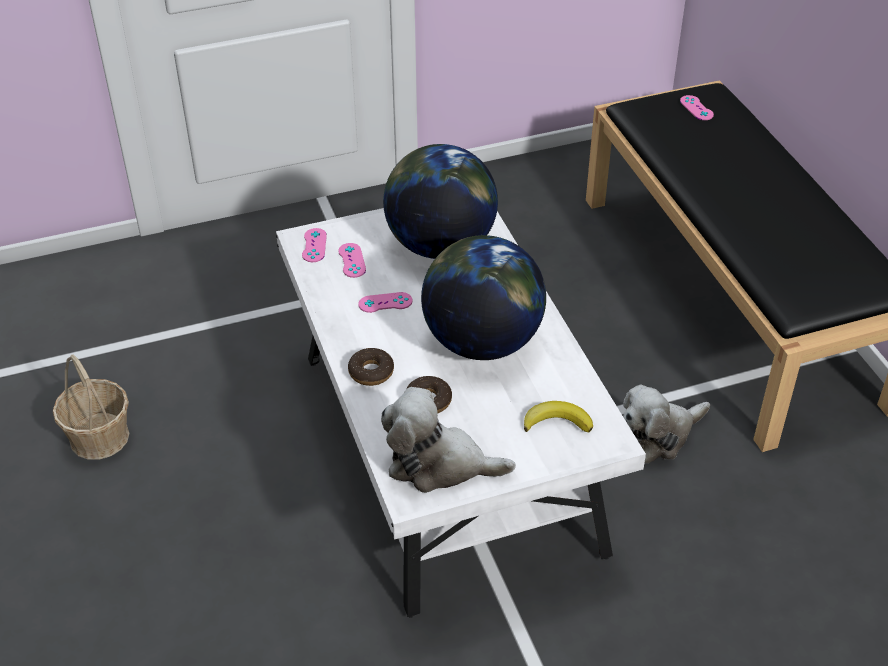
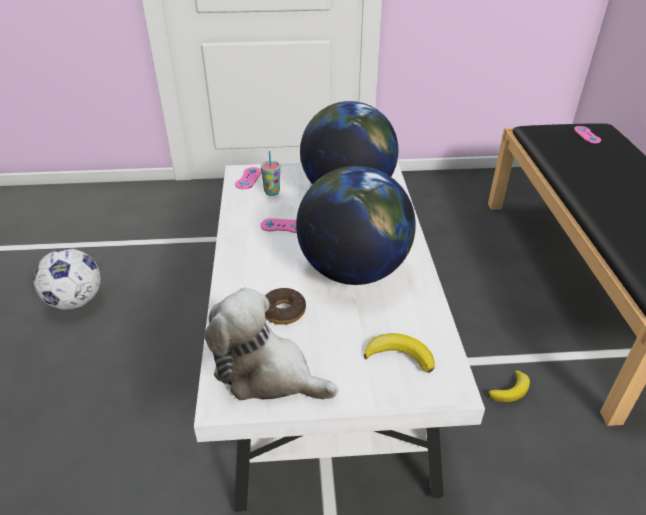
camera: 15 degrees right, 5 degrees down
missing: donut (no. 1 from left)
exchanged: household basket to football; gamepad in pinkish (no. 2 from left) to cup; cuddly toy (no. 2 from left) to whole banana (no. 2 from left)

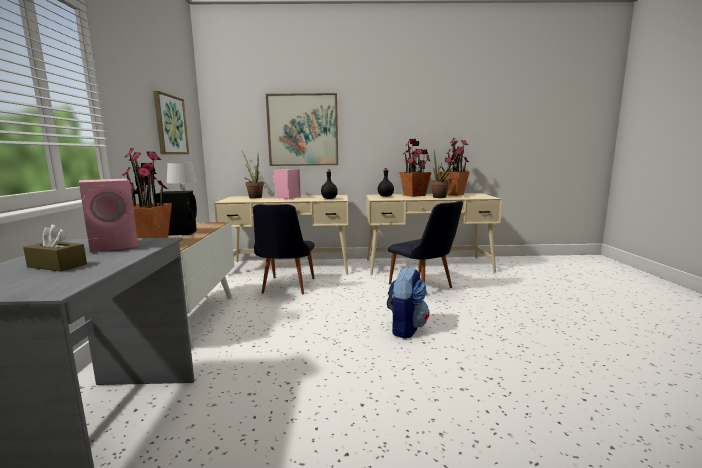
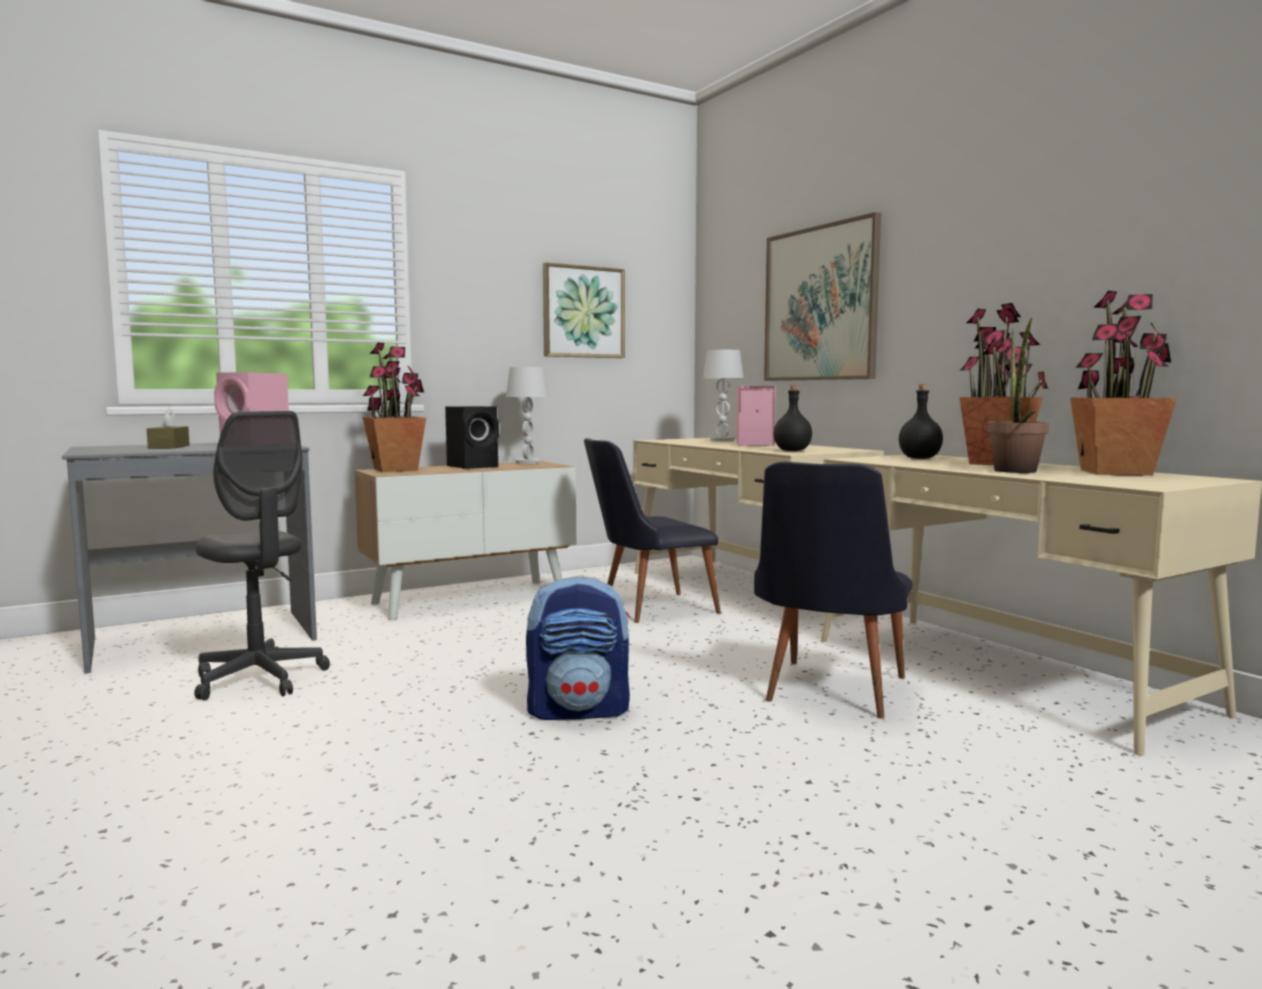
camera: 60 degrees right, 5 degrees down
appeared: computer chair in gray
exchanged: plant in a pot (no. 2 from left) to tabletop lamp in white-coloured (no. 2 from left)

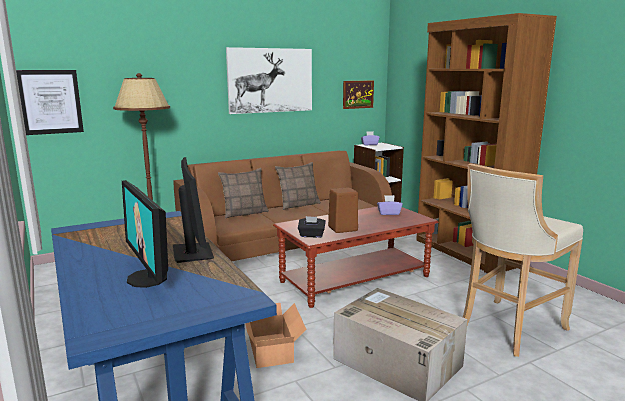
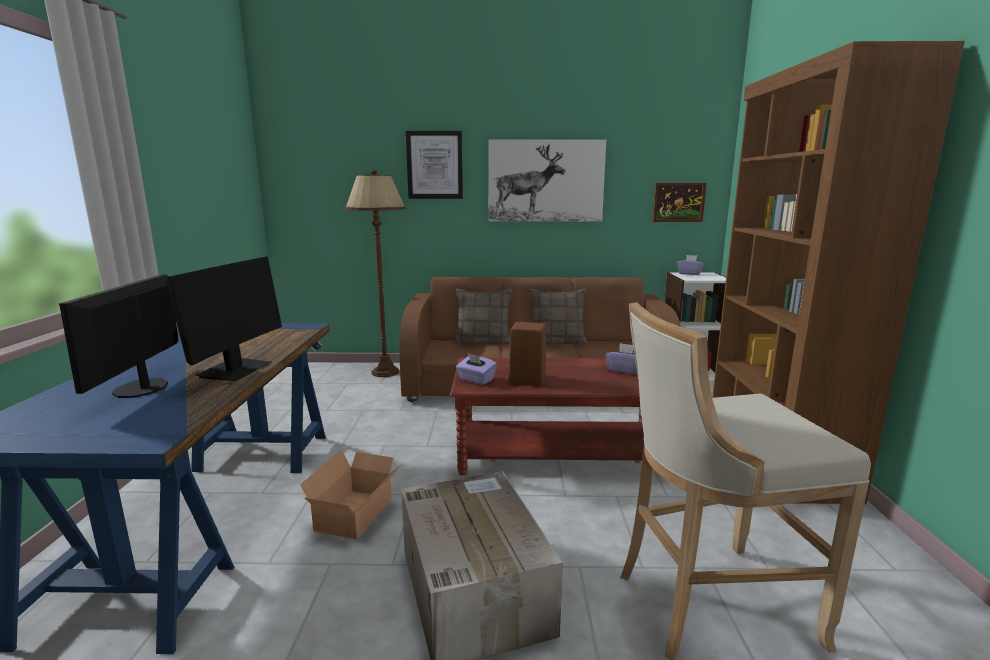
camera: 30 degrees right, 0 degrees up
relocated: picture (no. 1 from left)
colour: box of tissues in black to box of tissues in purplish (no. 1 from left)

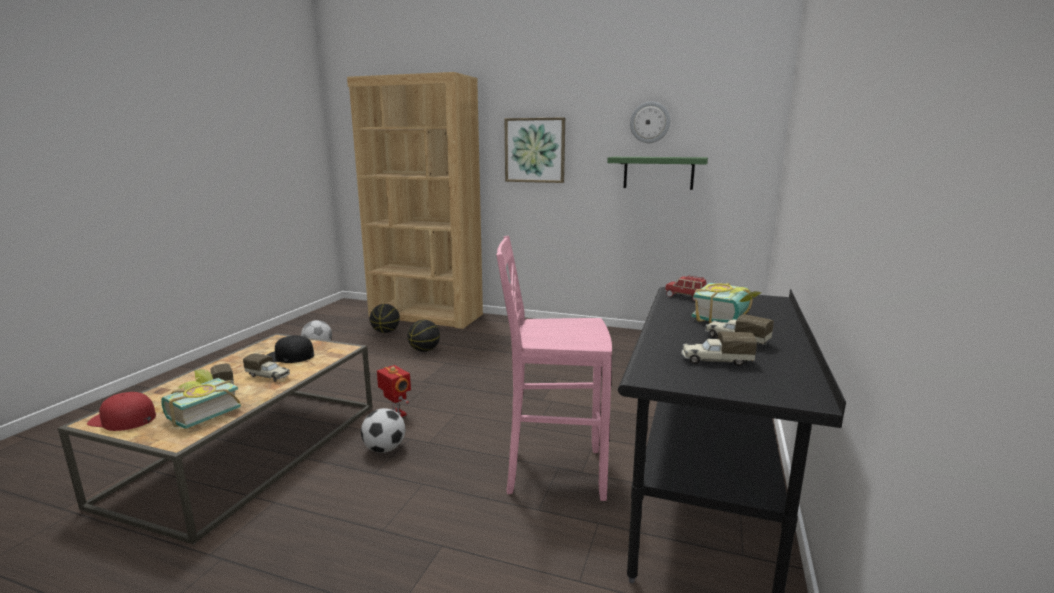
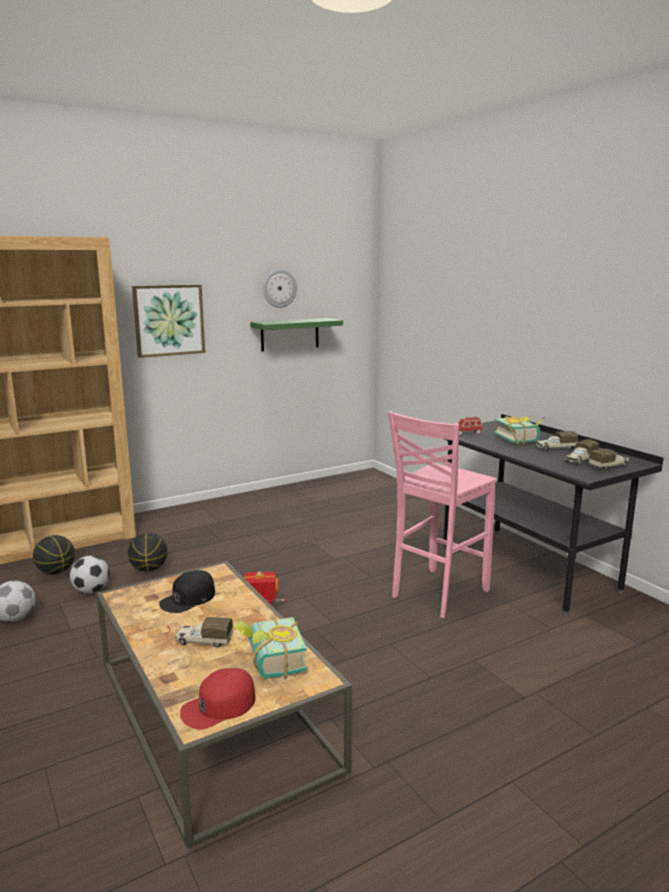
camera: 50 degrees left, 0 degrees up
relocated: toy lorry (no. 2 from left in the first image) to toy lorry (no. 4 from left); football (no. 2 from left)

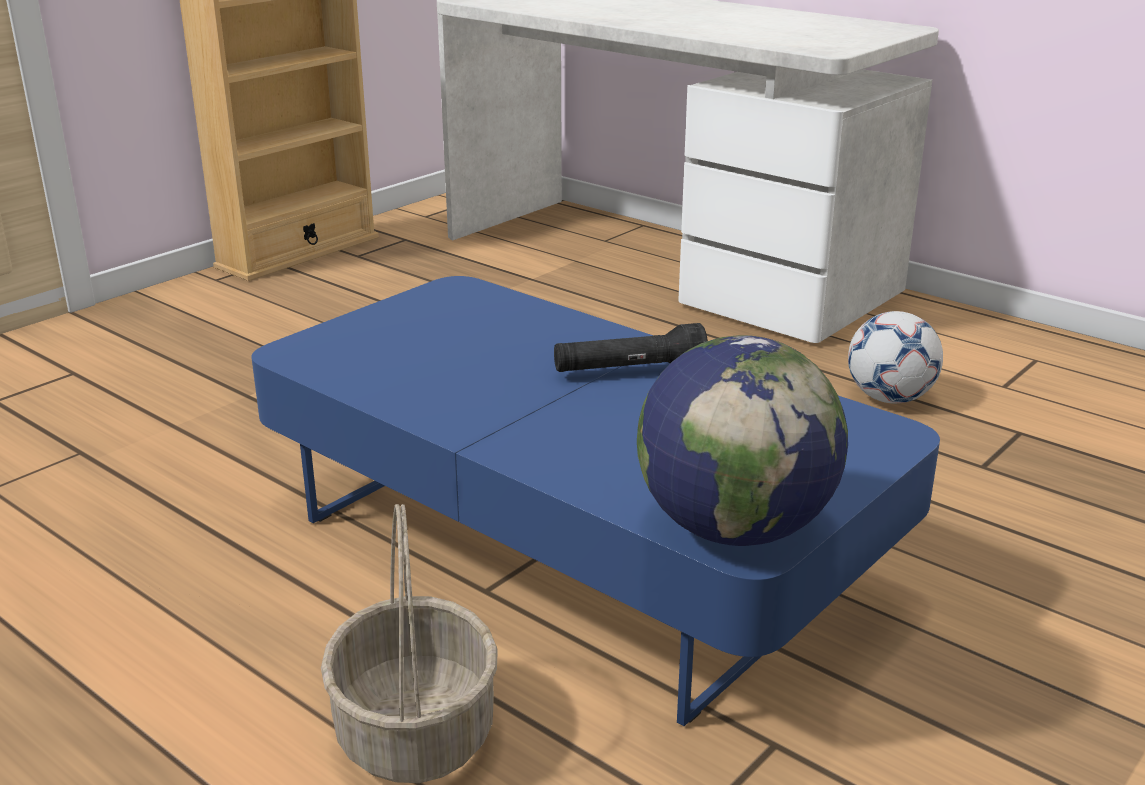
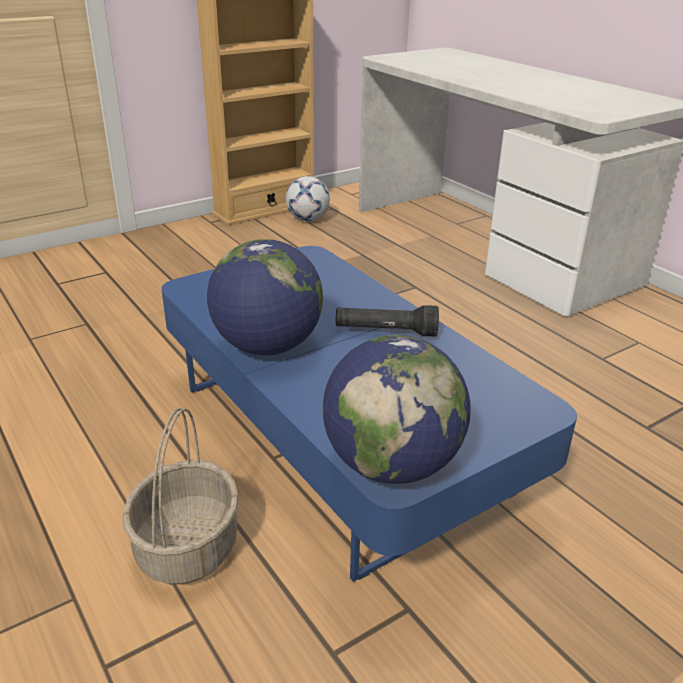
camera: 15 degrees right, 5 degrees up
appeared: globe (no. 1 from left)
relocated: football

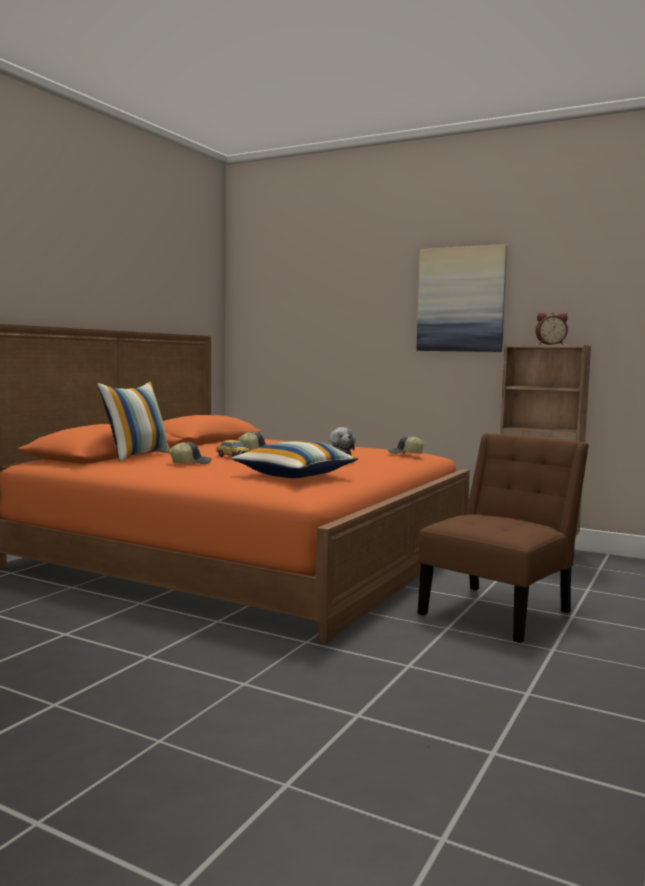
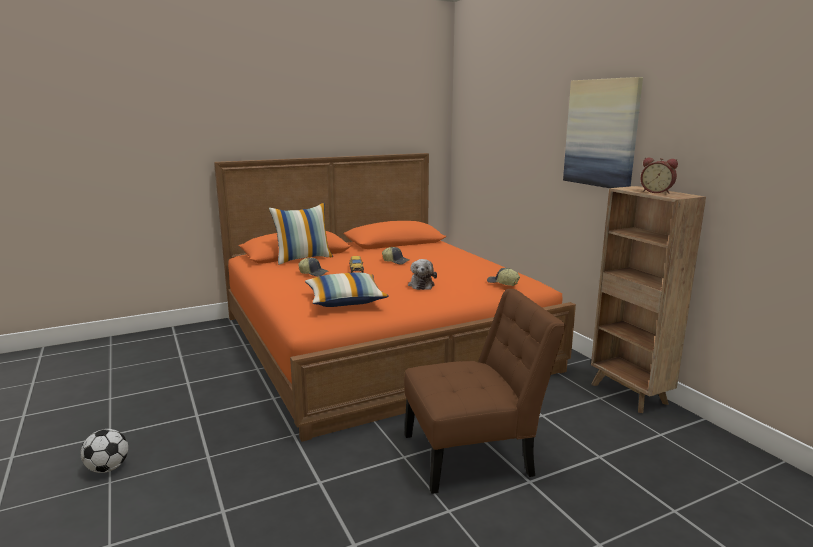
camera: 35 degrees right, 10 degrees up
appeared: football

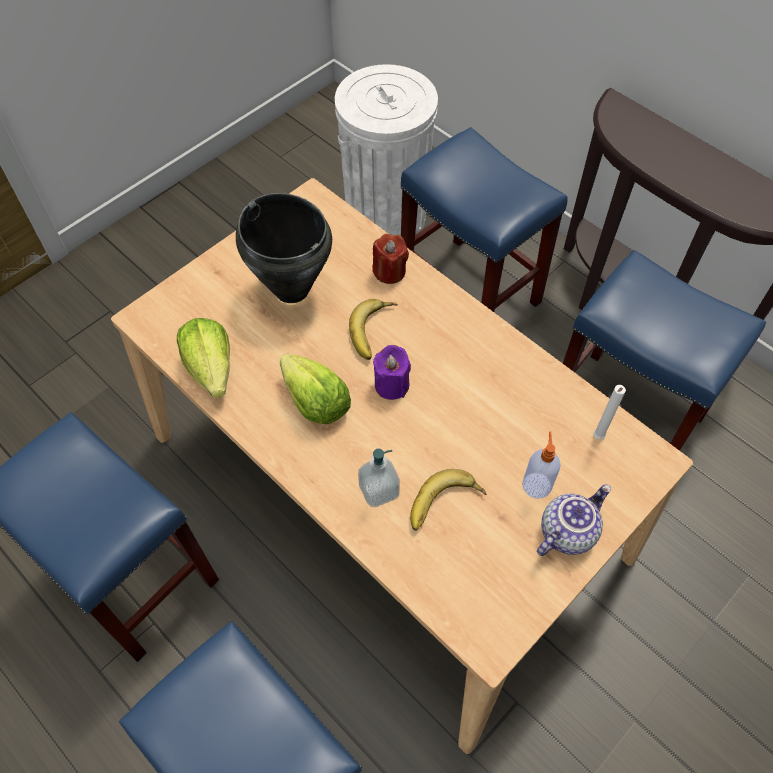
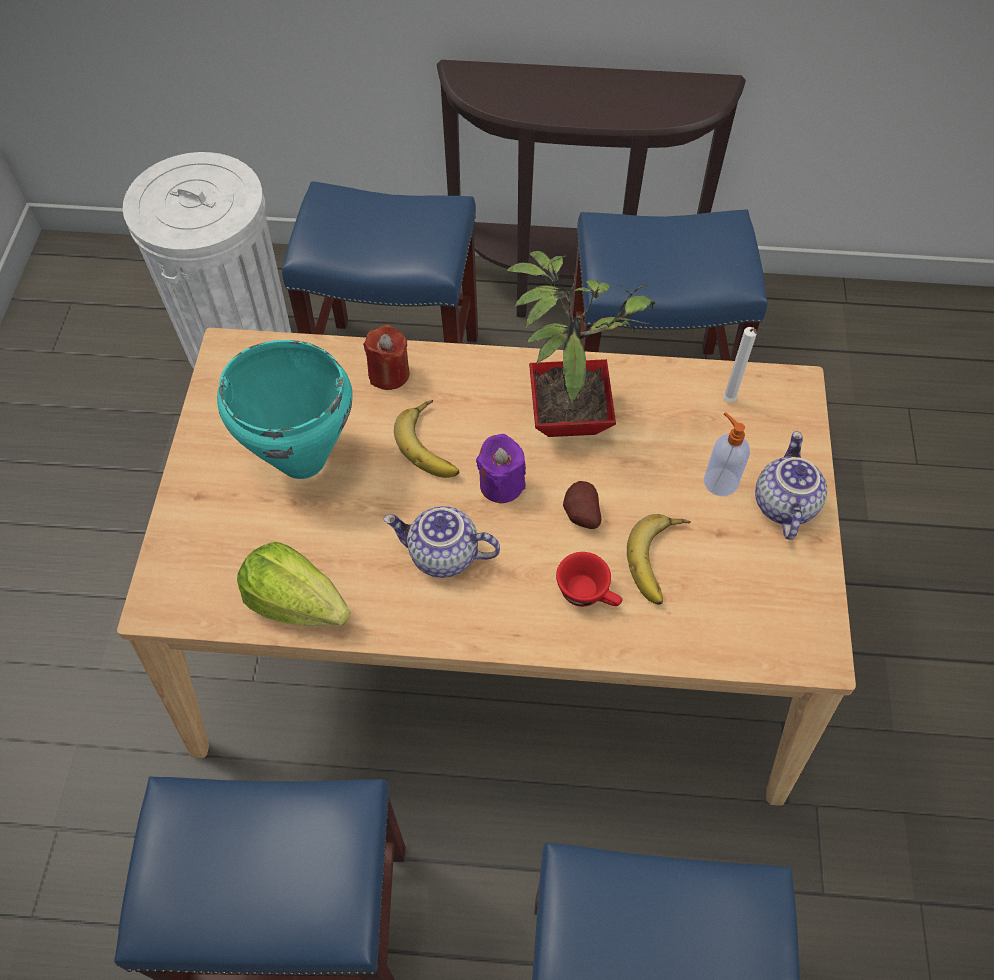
camera: 40 degrees left, 0 degrees up
appeared: plant in a pot; potato
exchanged: head of lettuce (no. 2 from left) to teapot (no. 1 from left); liquid soap bottle (no. 1 from left) to cup in reddish
colour: cooking pot in black to cooking pot in turquoise-coloured

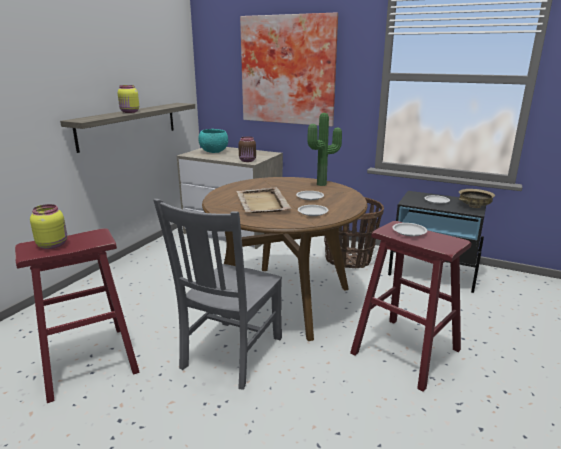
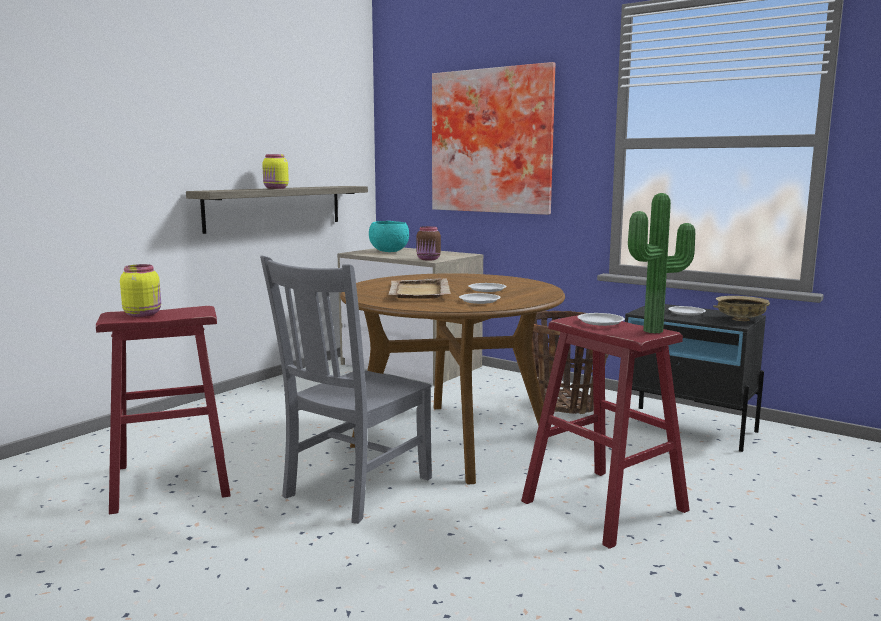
camera: 10 degrees right, 10 degrees down
relocated: plant in a pot

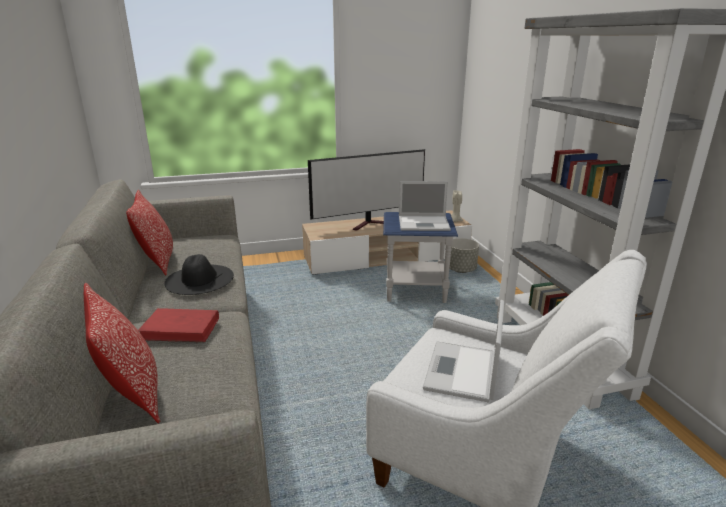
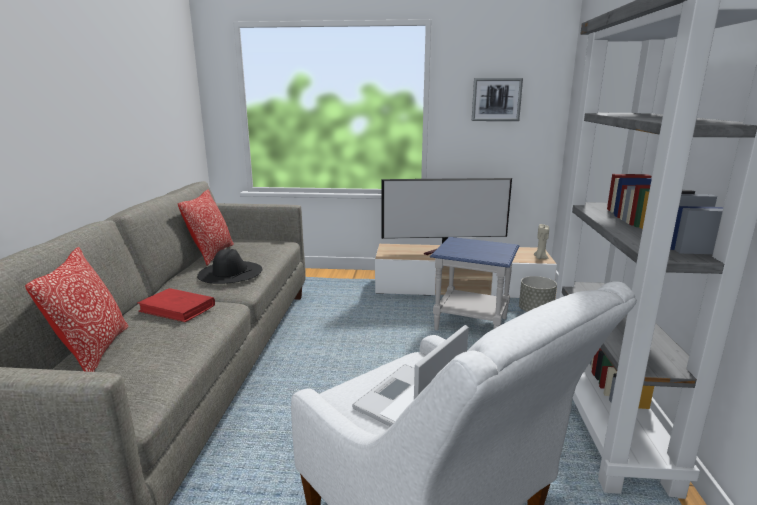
camera: 20 degrees right, 5 degrees down
missing: laptop (no. 1 from left)
appeared: picture

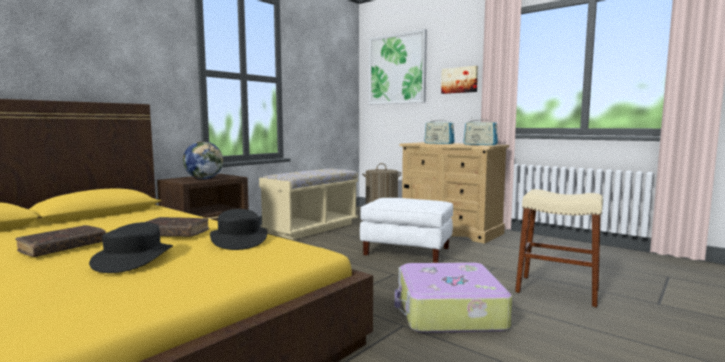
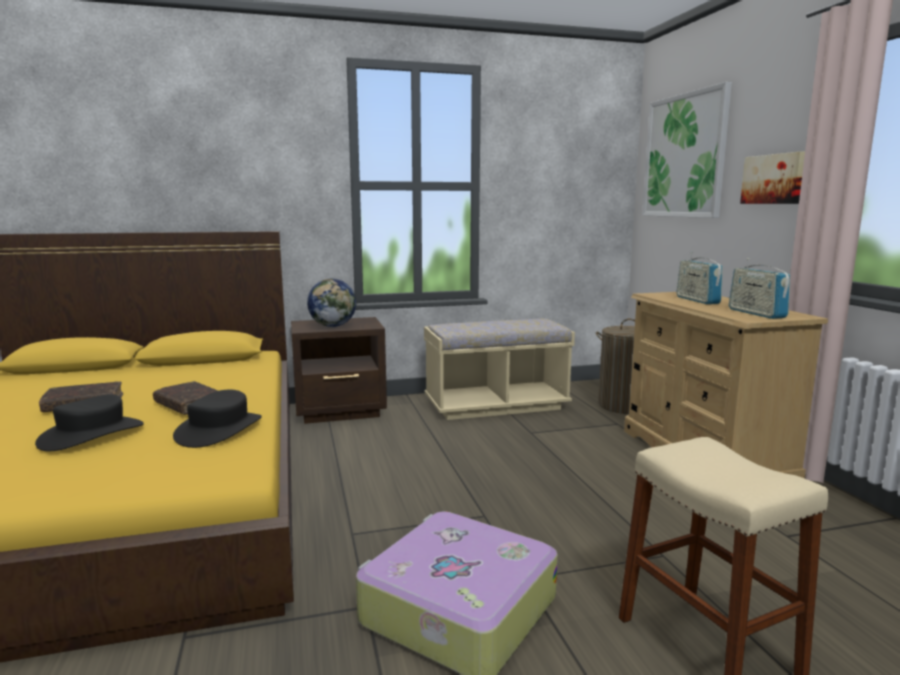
camera: 35 degrees right, 5 degrees up
missing: pouffe in white-coloured

